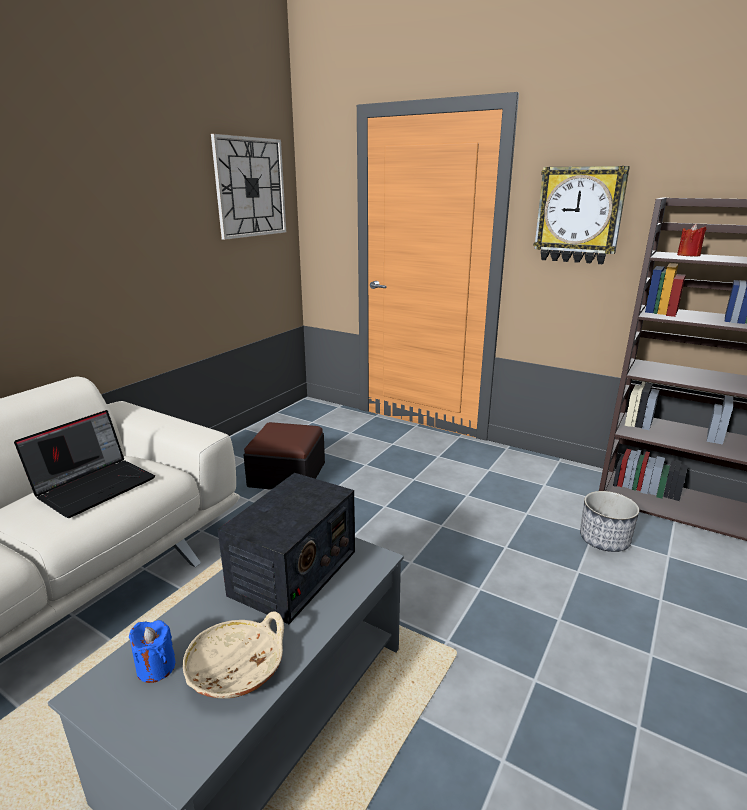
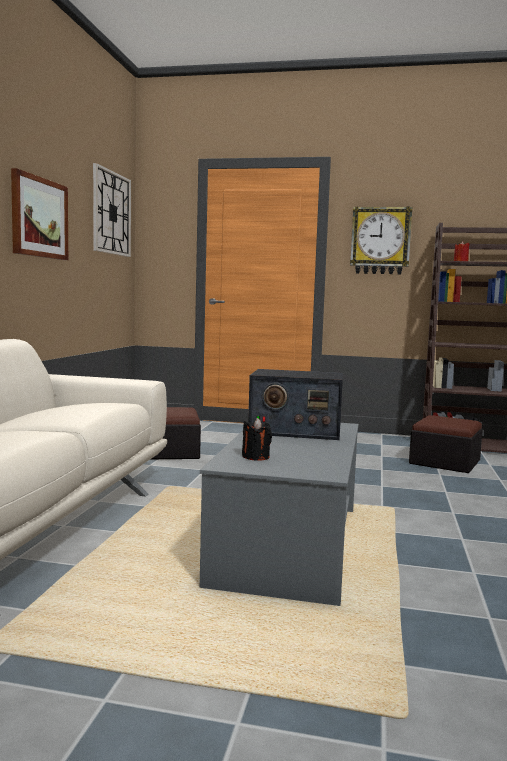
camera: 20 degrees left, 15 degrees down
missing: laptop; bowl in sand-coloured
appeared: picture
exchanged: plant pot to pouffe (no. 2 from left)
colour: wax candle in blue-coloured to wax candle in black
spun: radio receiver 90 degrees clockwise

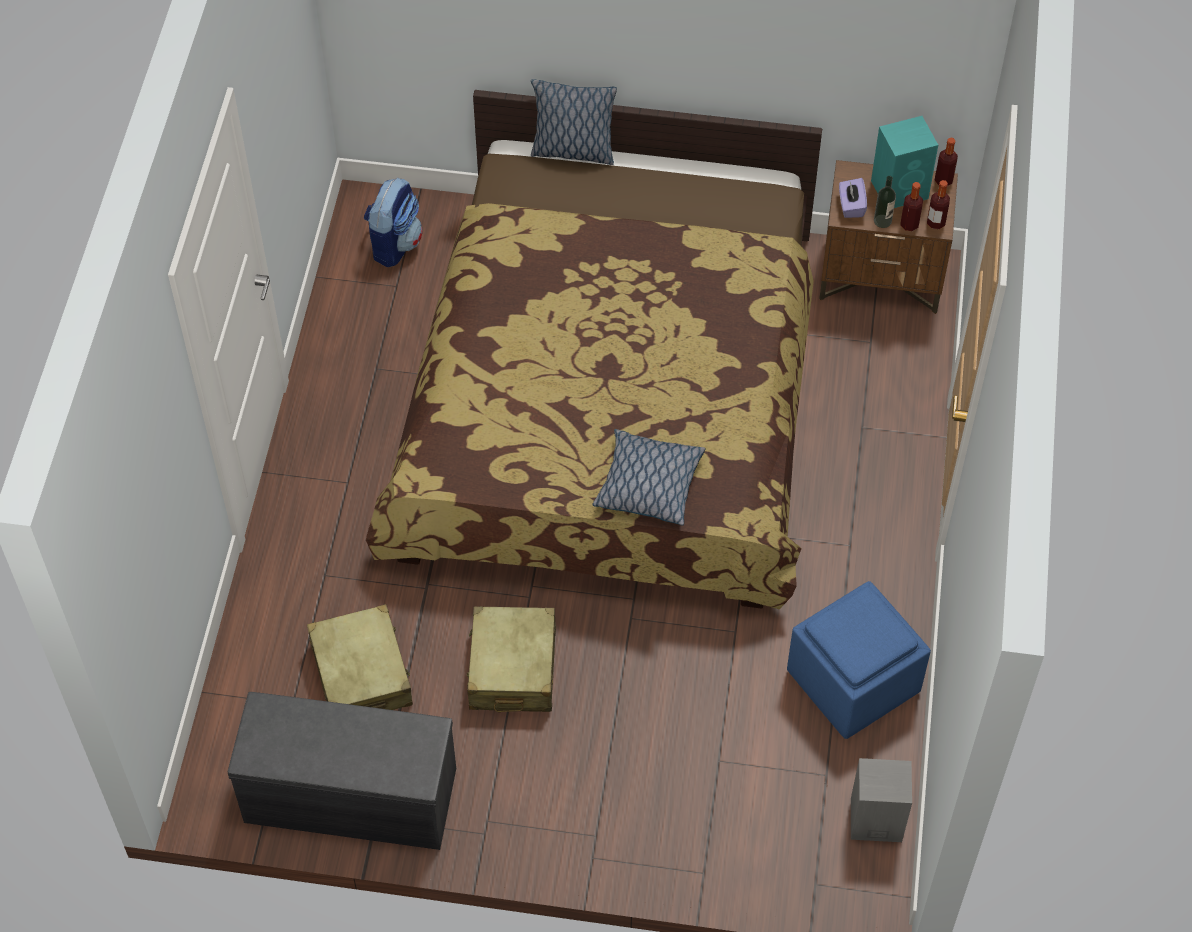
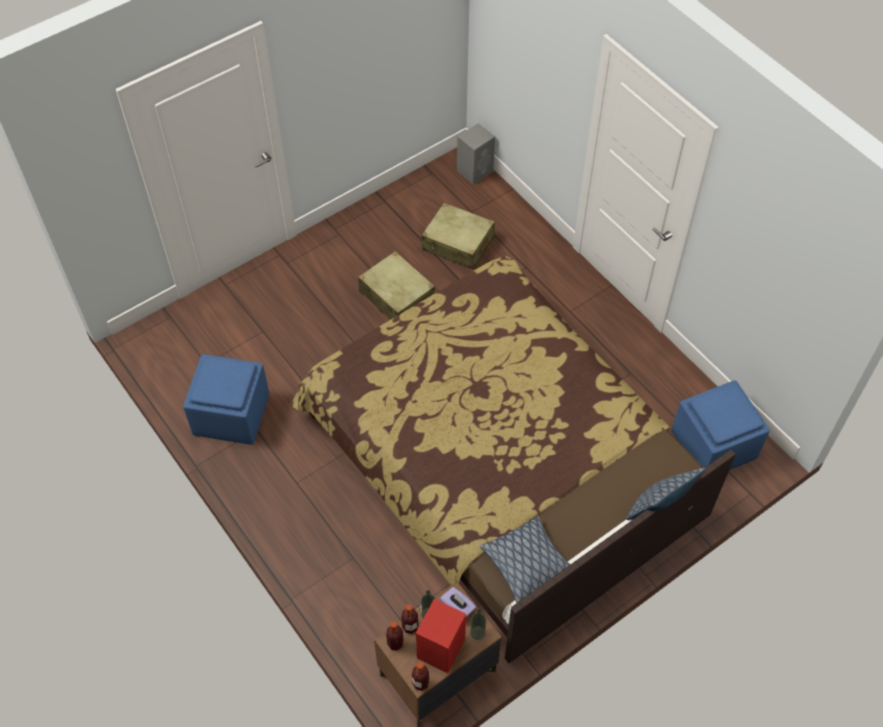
camera: 135 degrees right, 0 degrees up
missing: indoor bench in gray
appeared: beverage bottle (no. 5 from left)
relocated: throw pillow (no. 2 from left in the first image) to throw pillow (no. 1 from left); loudspeaker in gray
exchanged: backpack to pouffe in blue-coloured (no. 2 from left)
colour: loudspeaker in turquoise-coloured to loudspeaker in reddish

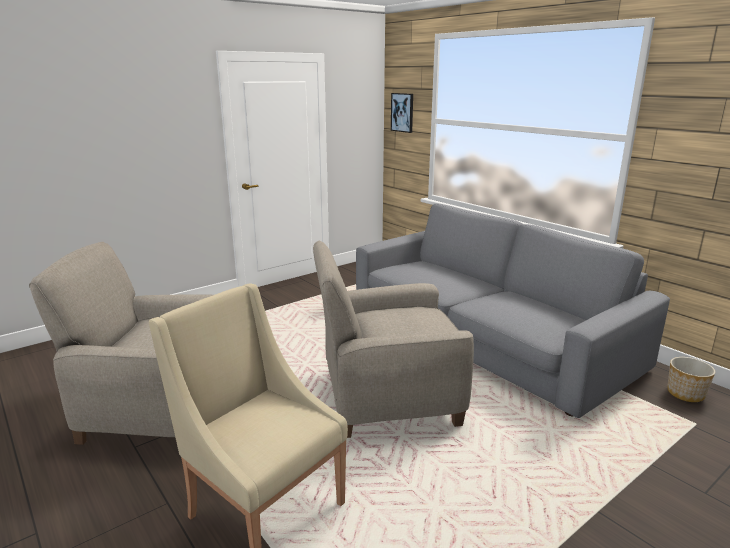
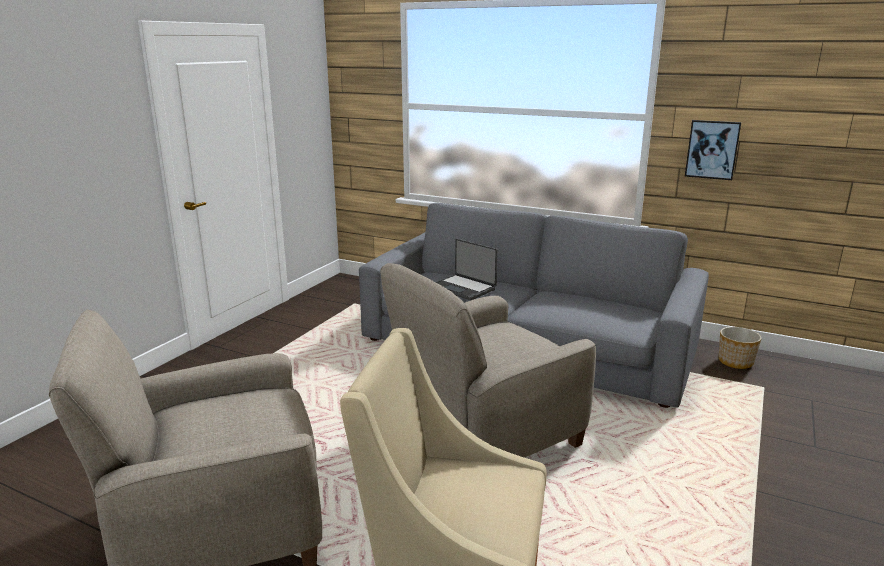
camera: 25 degrees left, 0 degrees up
appeared: laptop
relocated: picture

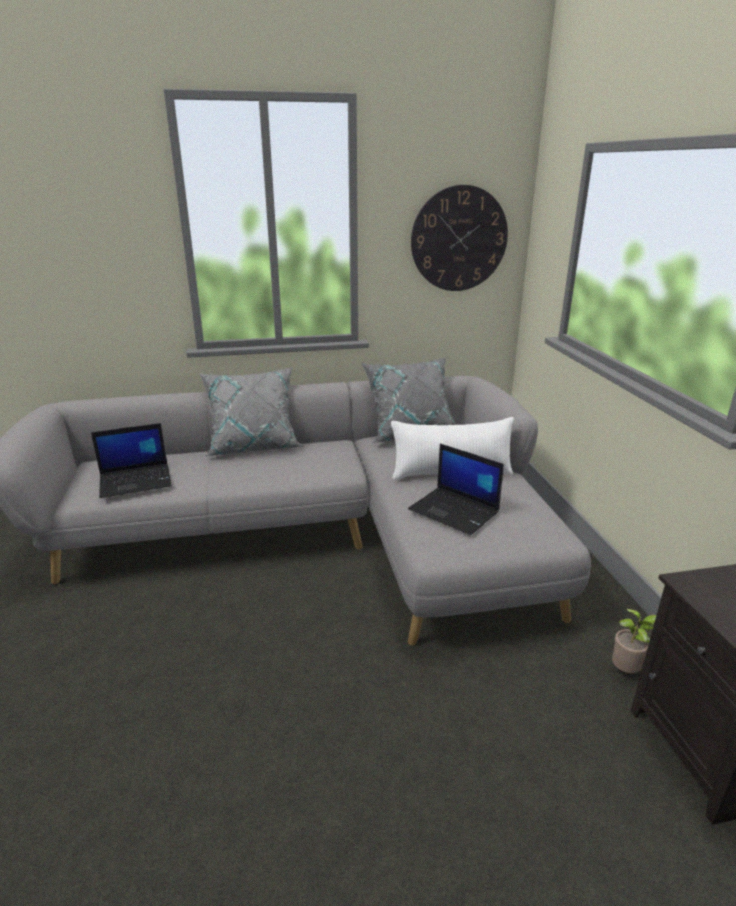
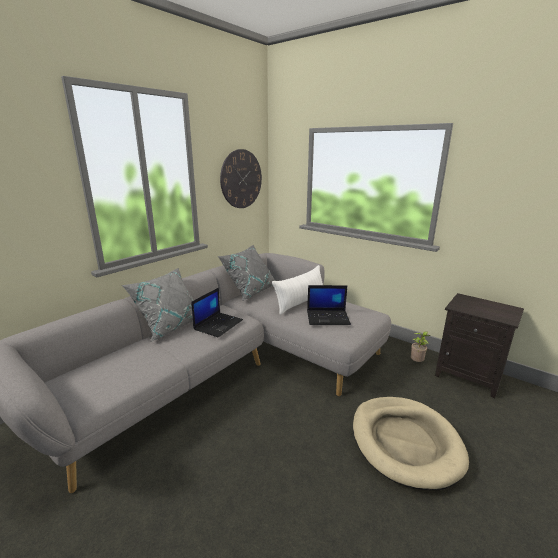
camera: 40 degrees left, 5 degrees down
appeared: dog bed in sand-coloured
relocated: laptop (no. 1 from left)

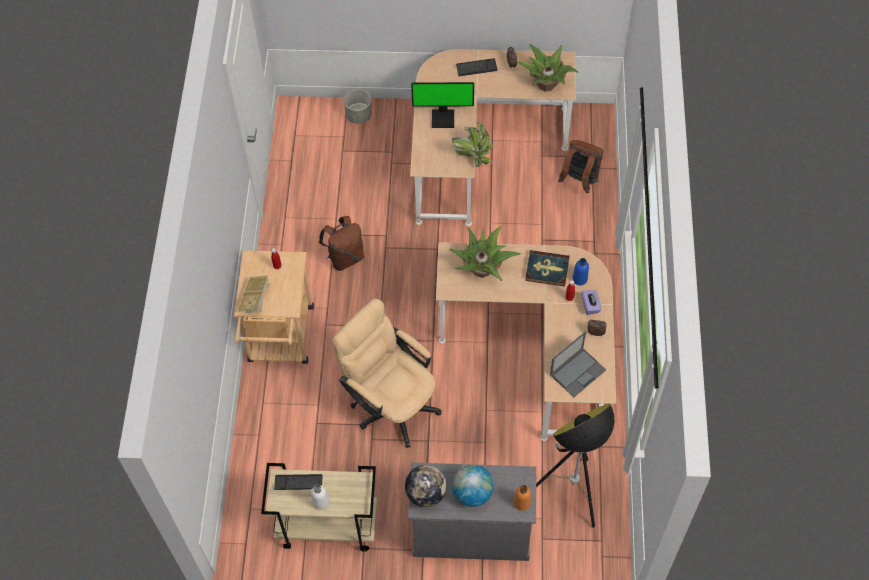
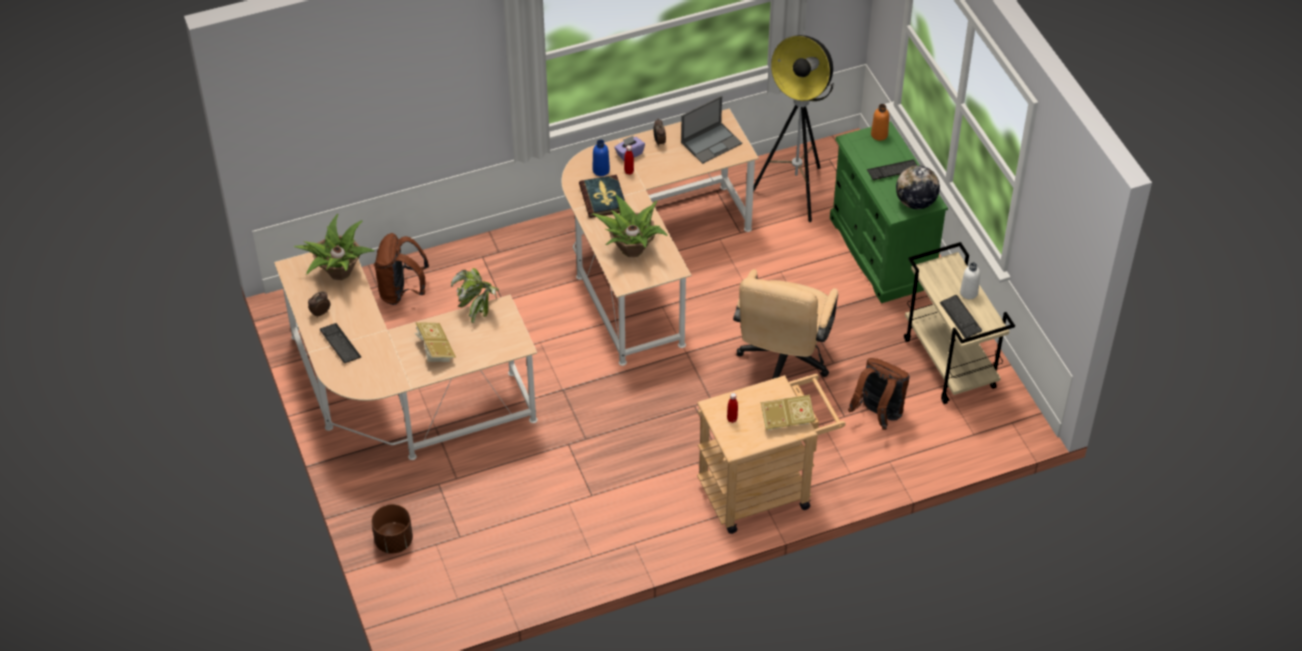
camera: 115 degrees left, 10 degrees down
relocated: backpack in brown (no. 1 from left in the first image) to backpack in brown (no. 2 from left)
exchanged: computer screen to book (no. 1 from left); globe (no. 2 from left) to computer keyboard (no. 2 from left)
colour: plant pot in gray to plant pot in brown; drawer chest in gray to drawer chest in green-coloured
spun: laptop 120 degrees clockwise

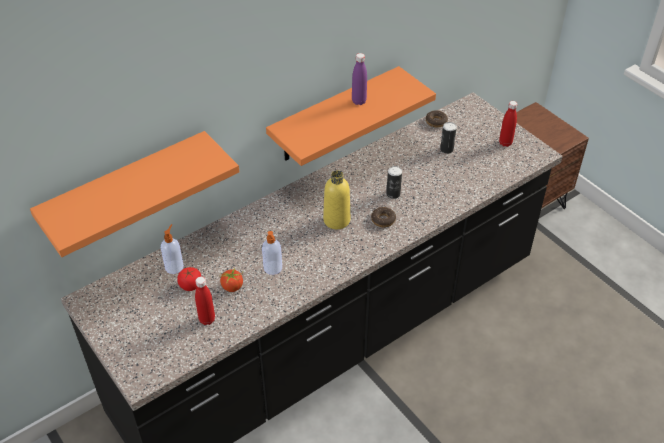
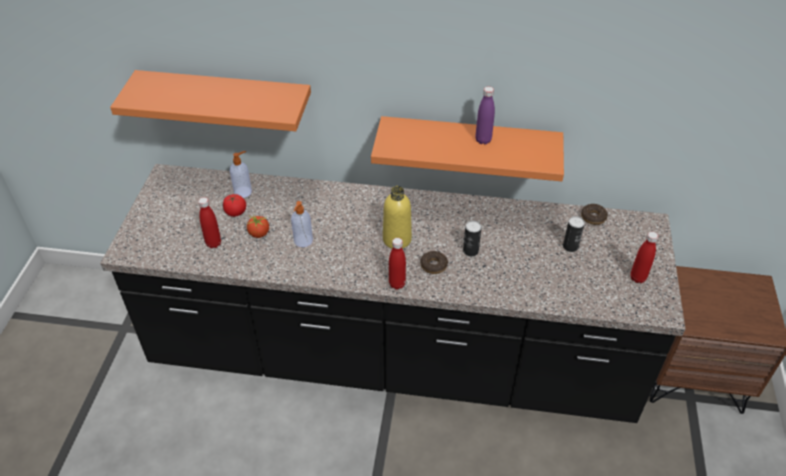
camera: 45 degrees right, 0 degrees up
appeared: beverage bottle in reddish (no. 2 from left)

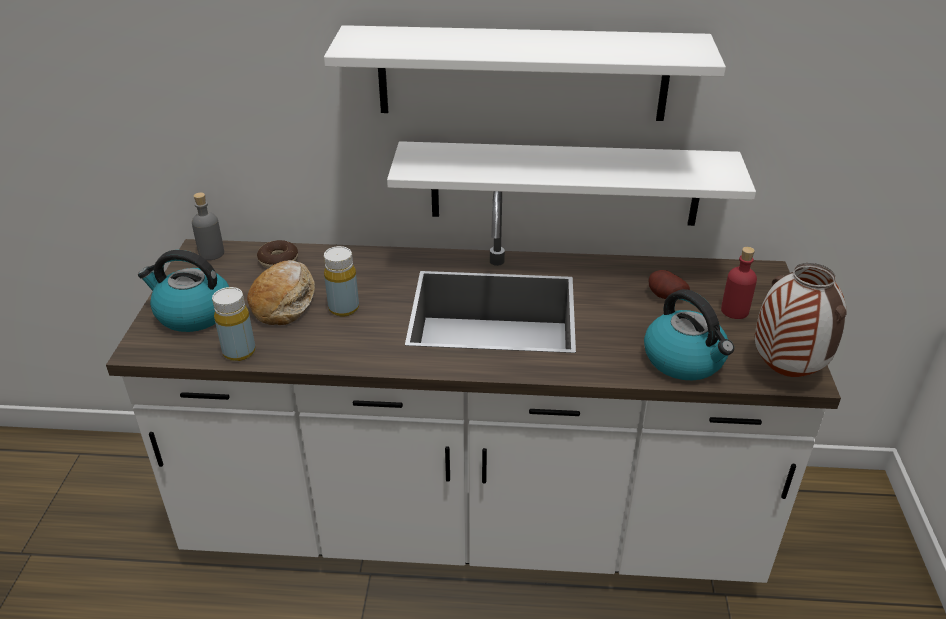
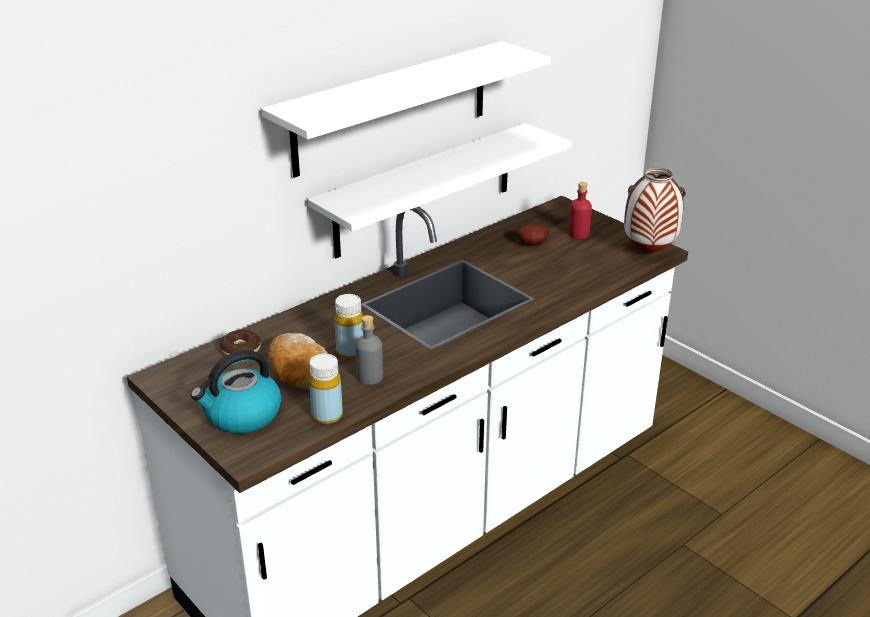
camera: 45 degrees left, 5 degrees down
missing: tea kettle (no. 2 from left)
relocated: beverage bottle in gray

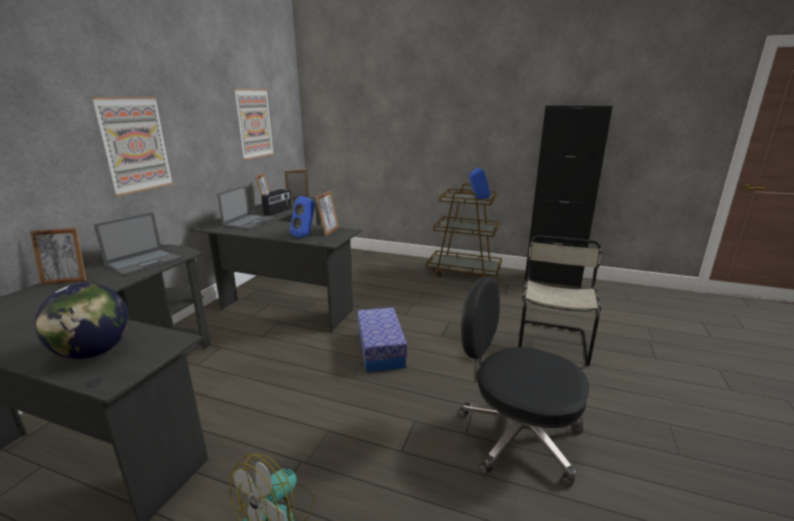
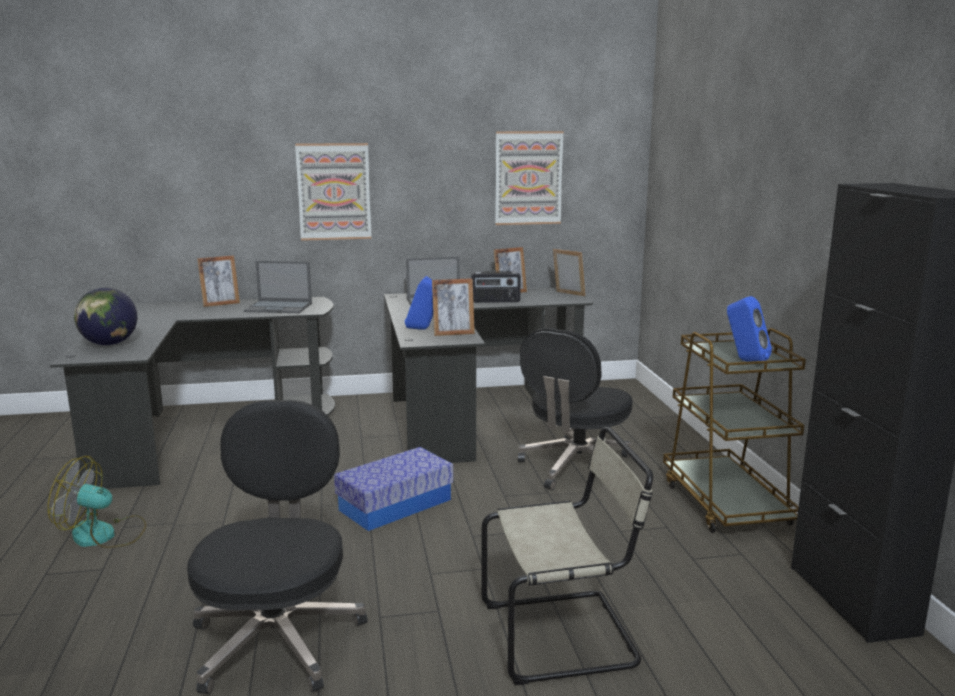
camera: 60 degrees right, 5 degrees down
appeared: computer chair in black (no. 2 from left)
spun: picture frame (no. 1 from left) 75 degrees counterclockwise

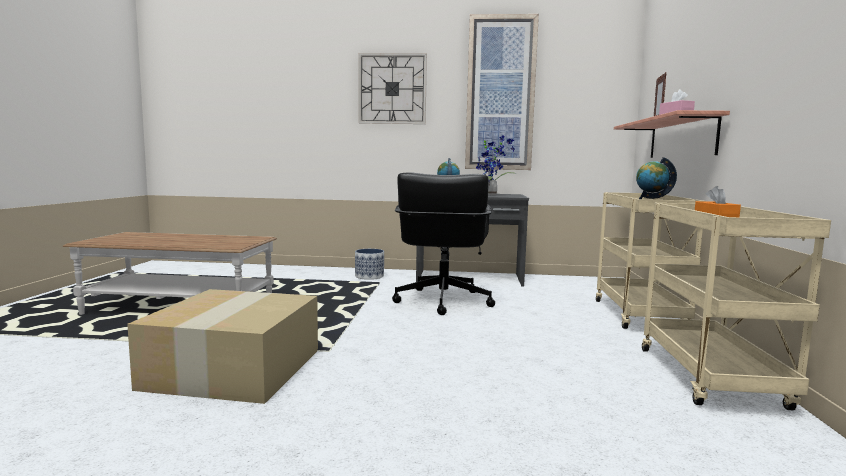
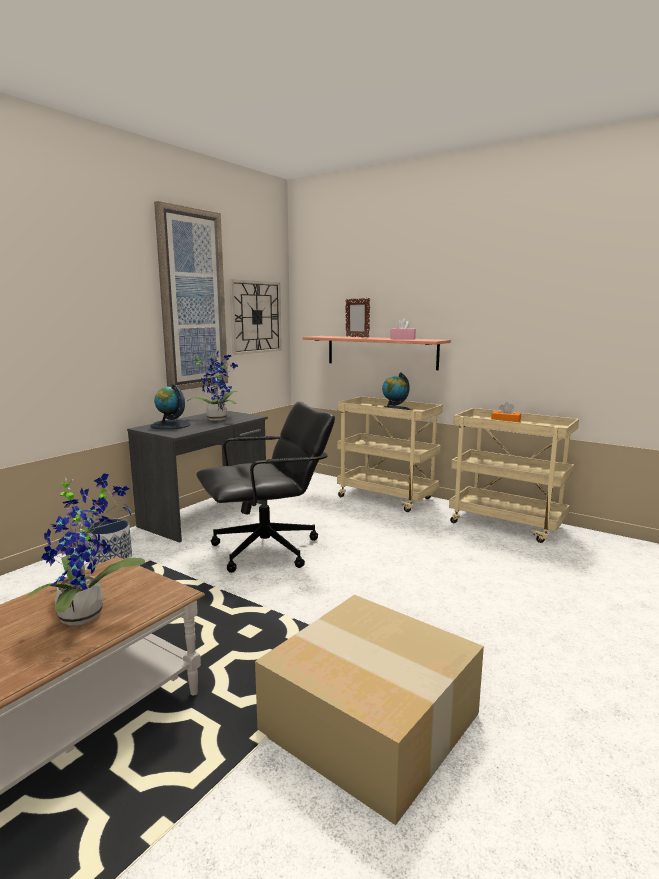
camera: 60 degrees left, 5 degrees up
appeared: plant in a pot (no. 1 from left)
relocated: clock on the wall
spun: computer chair in black 60 degrees counterclockwise

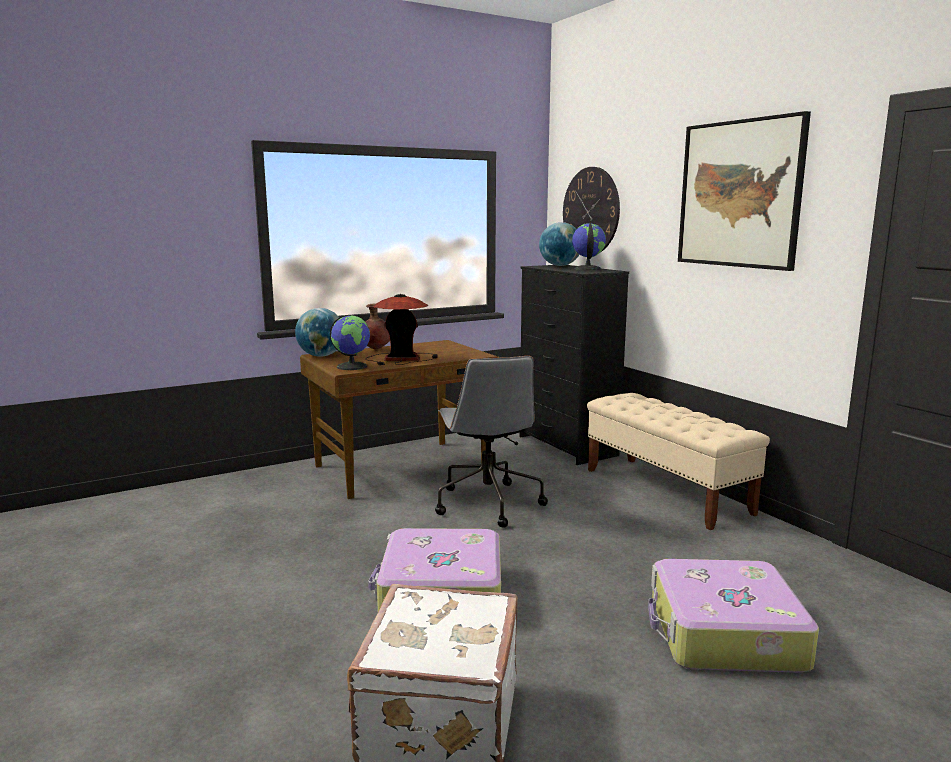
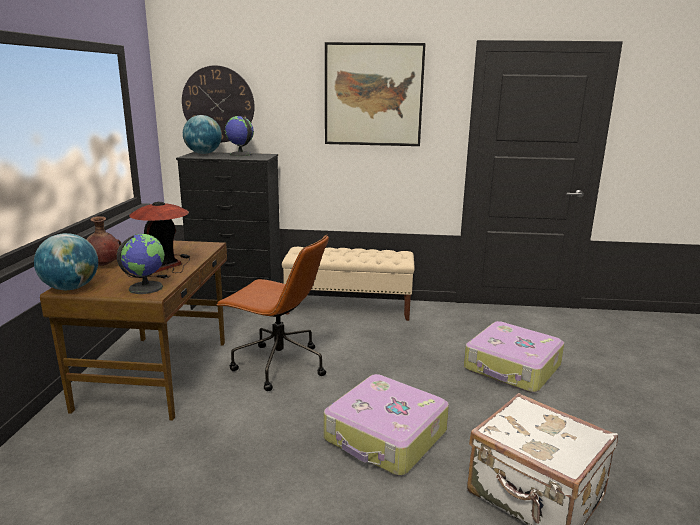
camera: 55 degrees left, 5 degrees up
colour: computer chair in gray to computer chair in brown

